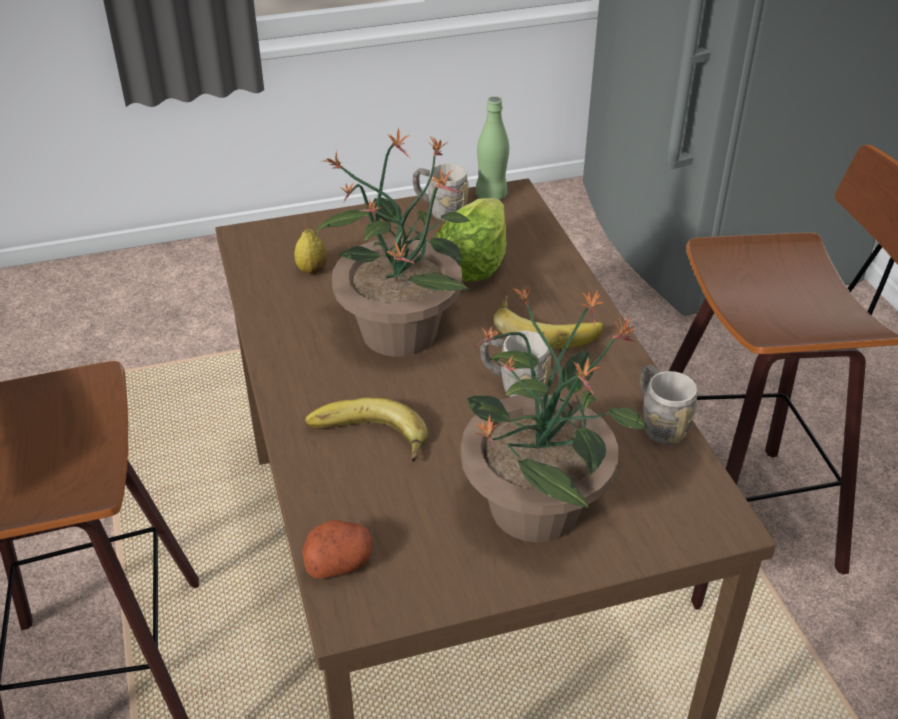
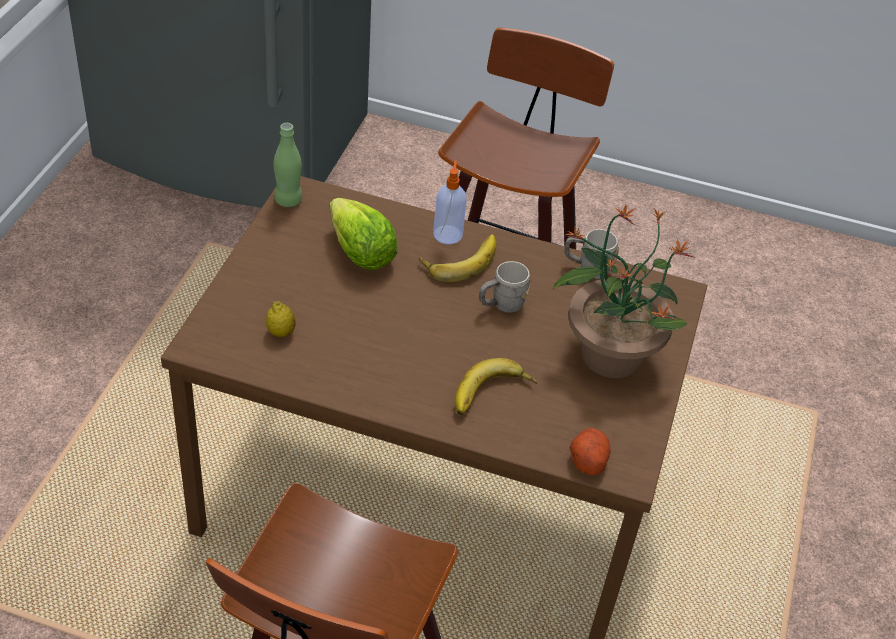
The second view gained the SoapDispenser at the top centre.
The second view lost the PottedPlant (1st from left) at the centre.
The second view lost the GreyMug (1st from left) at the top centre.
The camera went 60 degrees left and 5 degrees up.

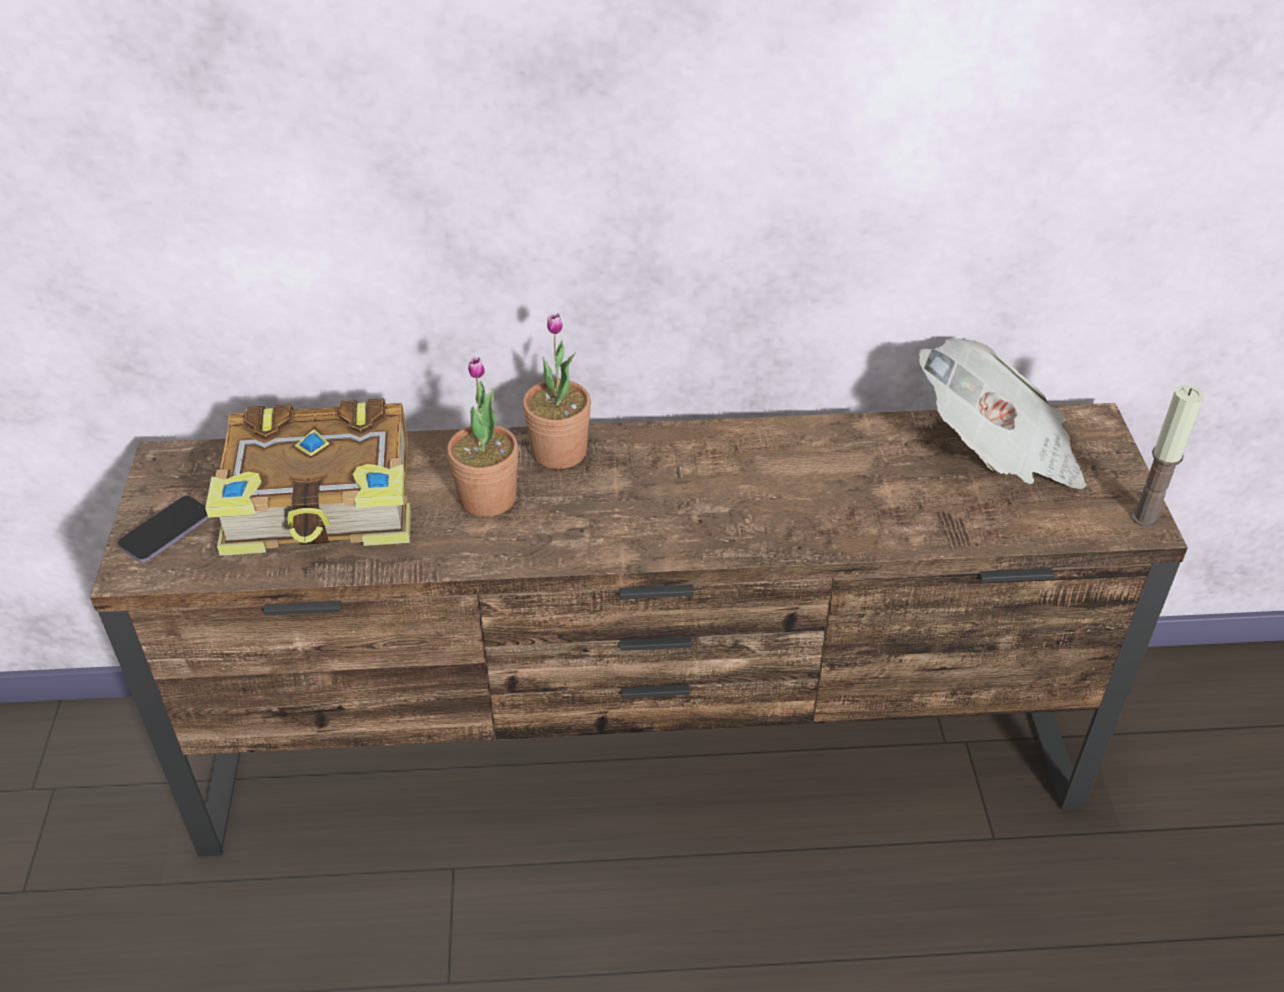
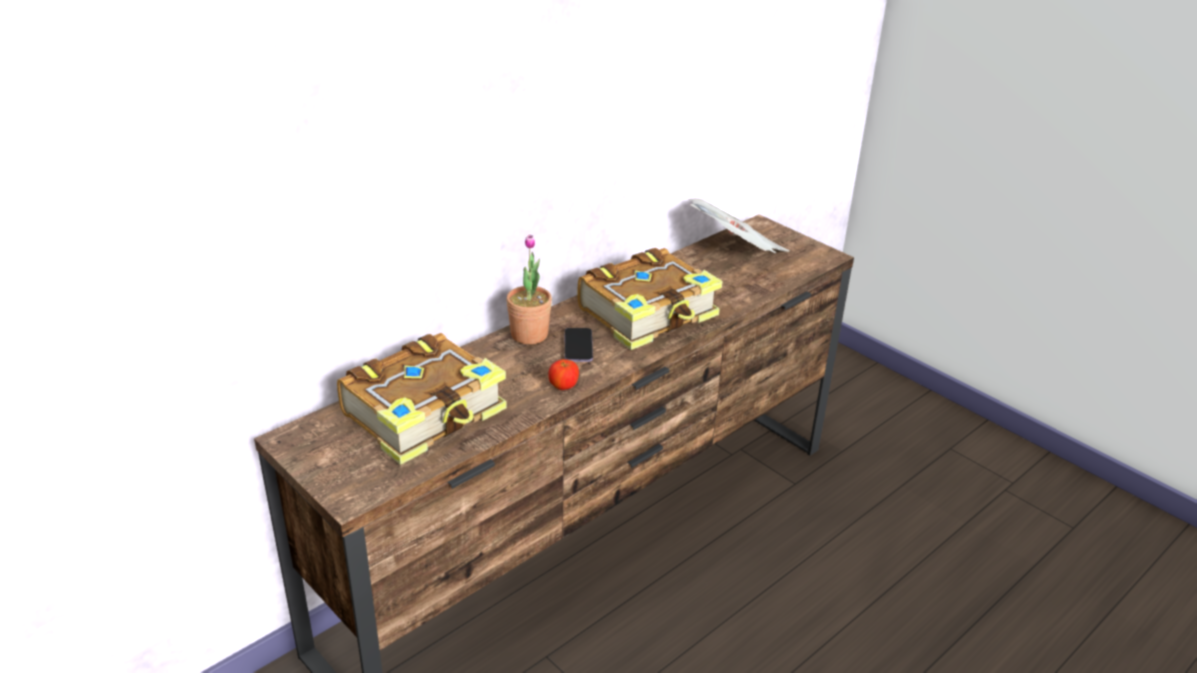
The second view gained the Apple at the centre.
The Phone ended up elsewhere, having gone from the middle left to the centre.
The second view gained the Book (2nd from left) at the centre.
The second view lost the PottedPlant (1st from left) at the centre.
The second view lost the Candle at the middle right.
The camera went 40 degrees left and 10 degrees down.

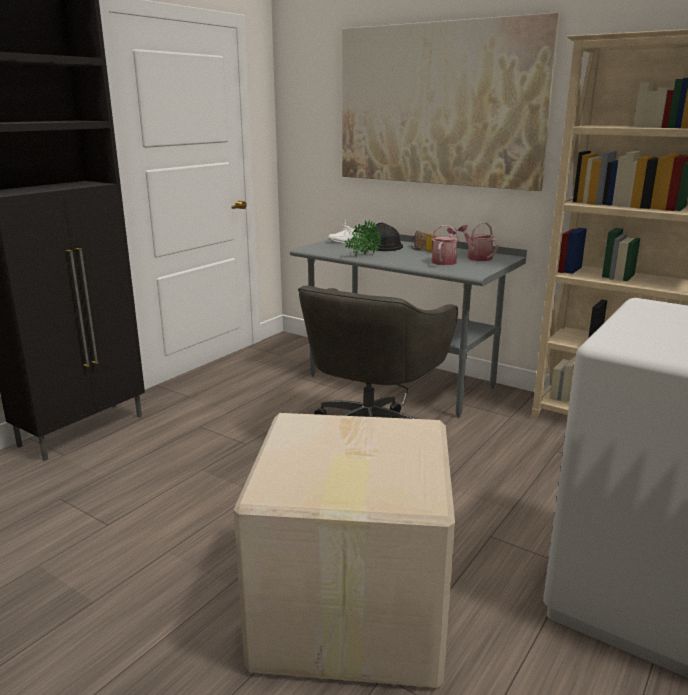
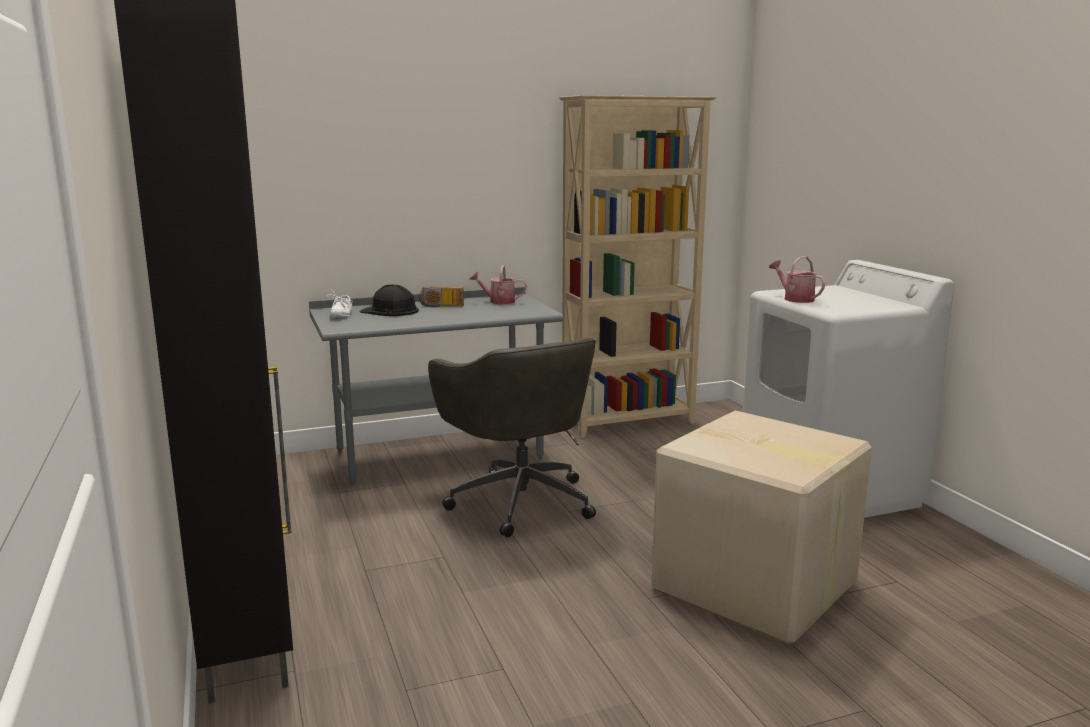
The WateringCan (1st from left in the first image) ended up elsewhere, having gone from the centre to the middle right.
The second view lost the Picture at the top centre.
The second view lost the PottedPlant at the centre.
The camera went 55 degrees left and 5 degrees down.

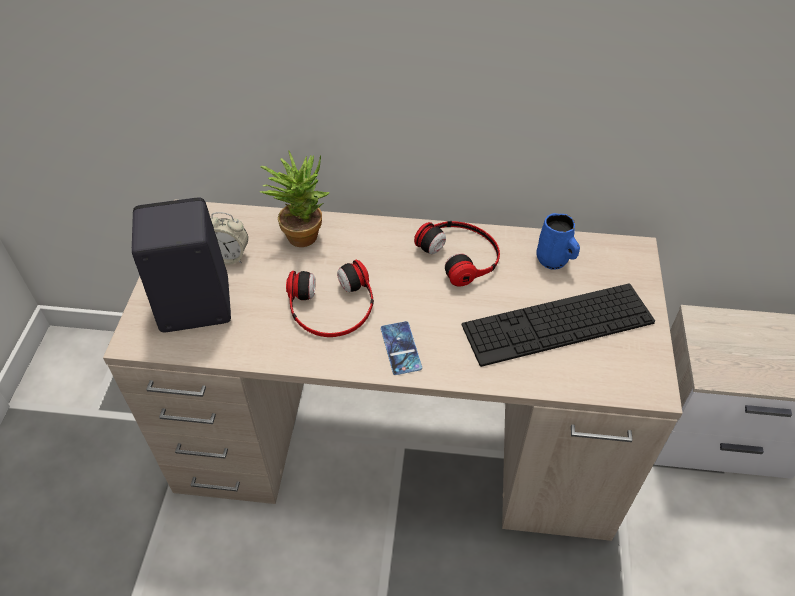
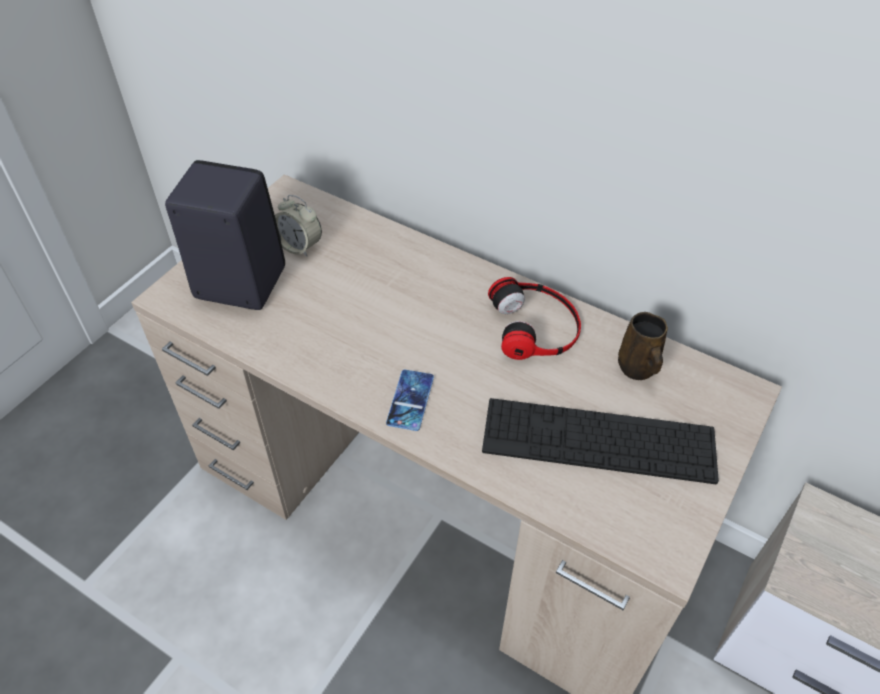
What was the BlueMug at the middle right turned into the BrownMug at the middle right.
The second view lost the PottedPlant at the top centre.
The second view lost the Headphones (1st from left) at the centre.
The camera went 25 degrees right and 0 degrees up.

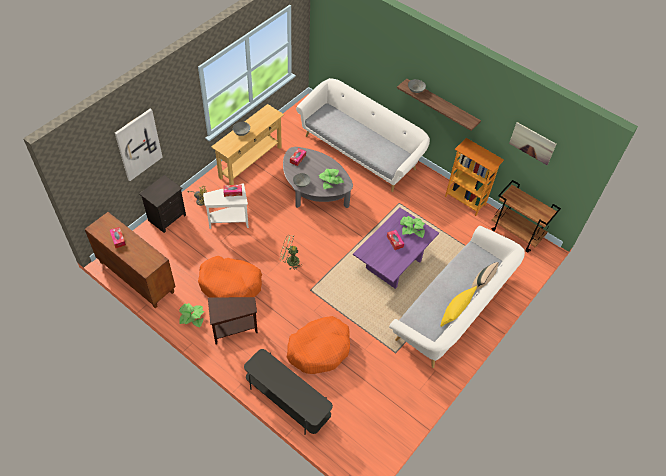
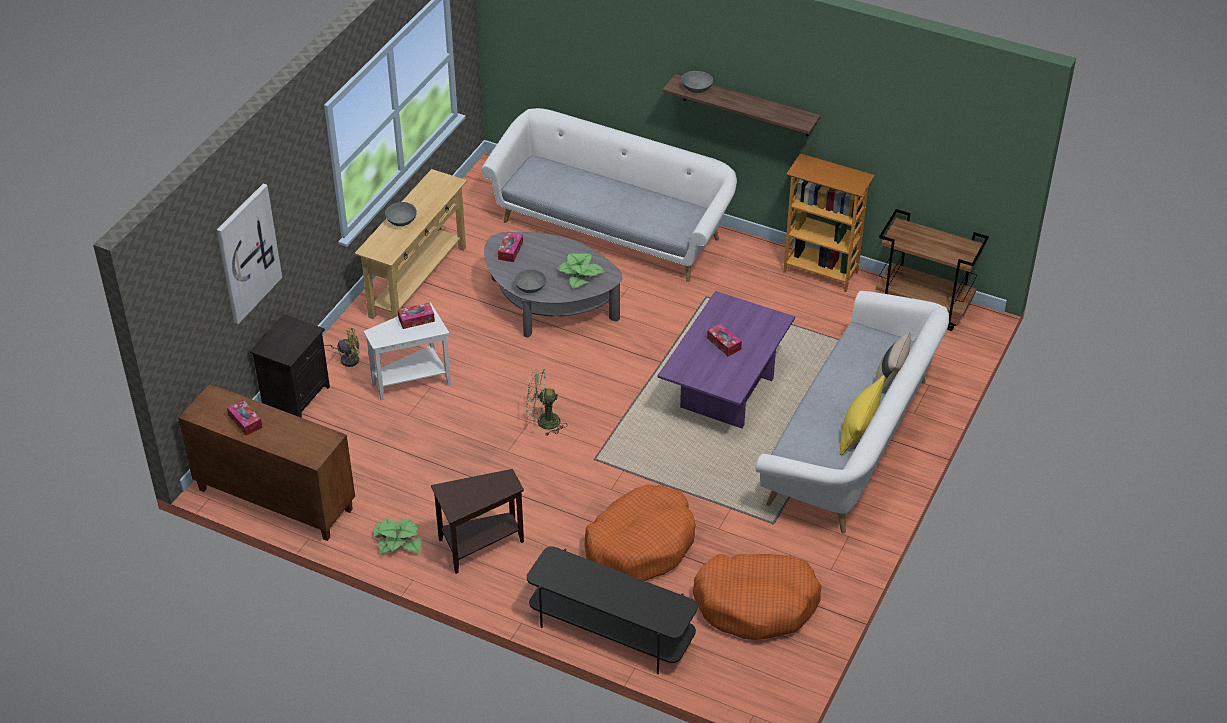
The OrangeDogBed (1st from left in the first image) ended up elsewhere, having gone from the centre to the bottom centre.
The second view lost the PottedPlant (3rd from left) at the centre.
The second view lost the Picture (2nd from left) at the top right.
The camera went 10 degrees left and 10 degrees down.

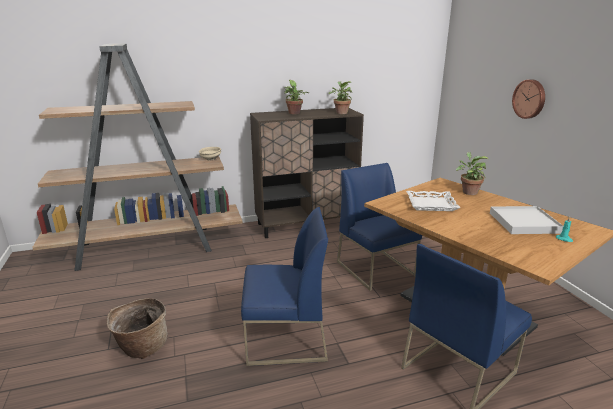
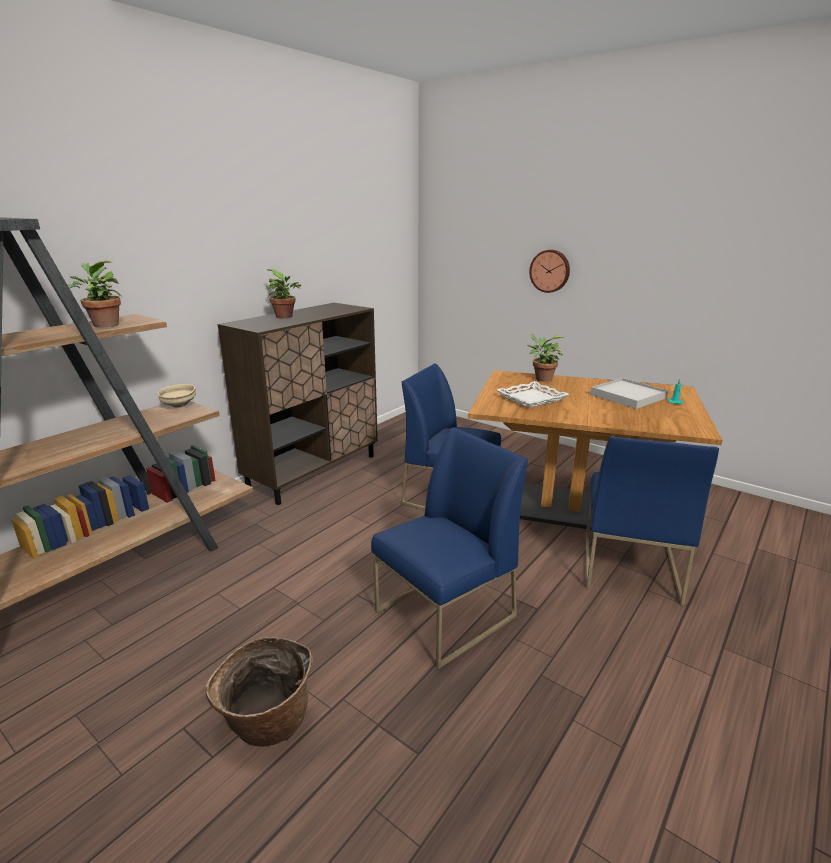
The PottedPlant (2nd from left in the first image) ended up elsewhere, having gone from the top centre to the middle left.
The camera went 35 degrees left and 0 degrees up.

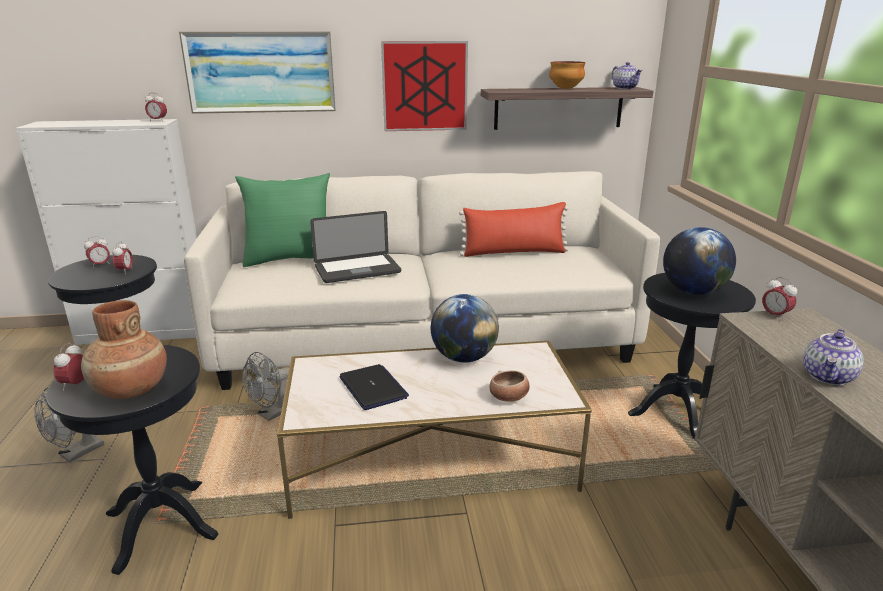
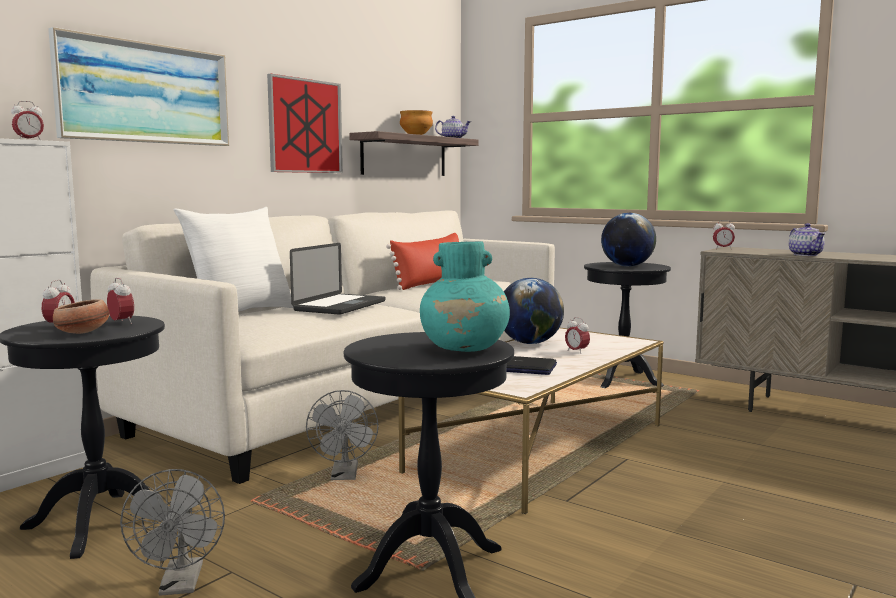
The Bowl (1st from left) ended up elsewhere, having gone from the centre to the middle left.
What was the GreenPillow at the middle left turned into the WhitePillow at the middle left.
What was the BrownVase at the middle left turned into the TurquoiseVase at the centre.
The AlarmClock (1st from left in the first image) ended up elsewhere, having gone from the middle left to the centre.
The camera went 45 degrees left and 15 degrees down.

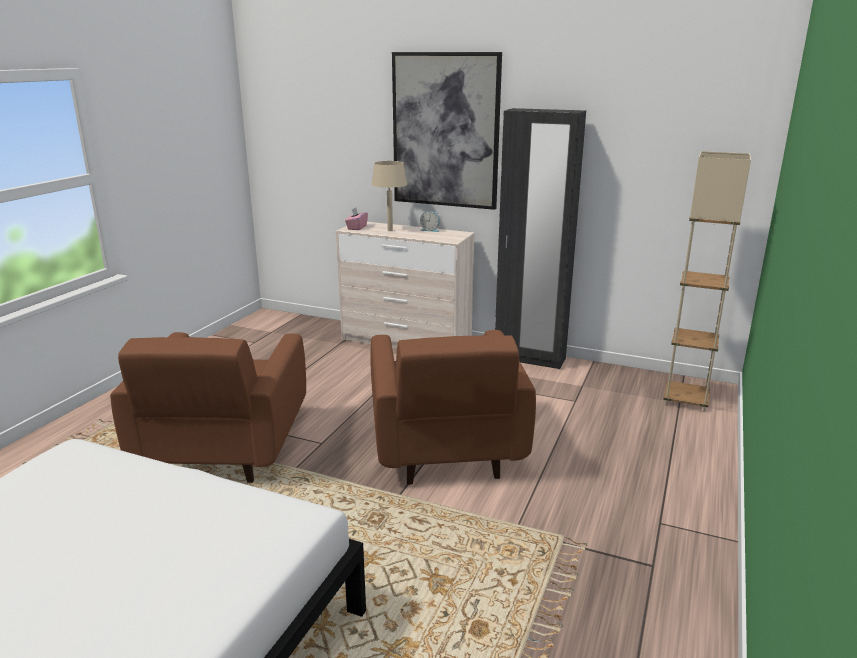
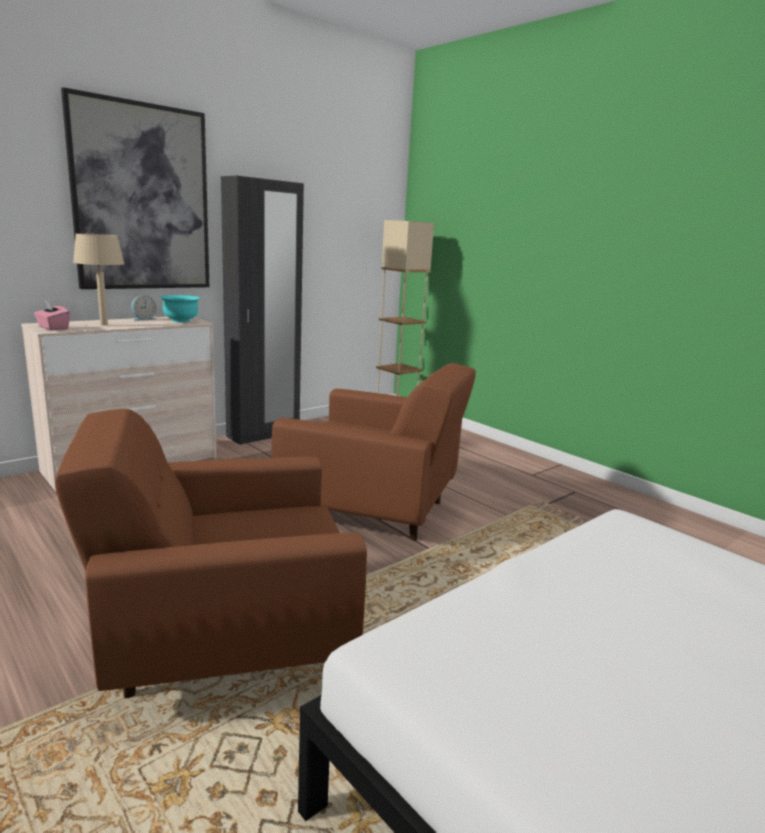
The BrownArmchair (1st from left) at the middle left ended up facing another way, 135 degrees clockwise from before.
The second view gained the TurquoiseBowl at the middle left.
The camera went 65 degrees left and 5 degrees down.

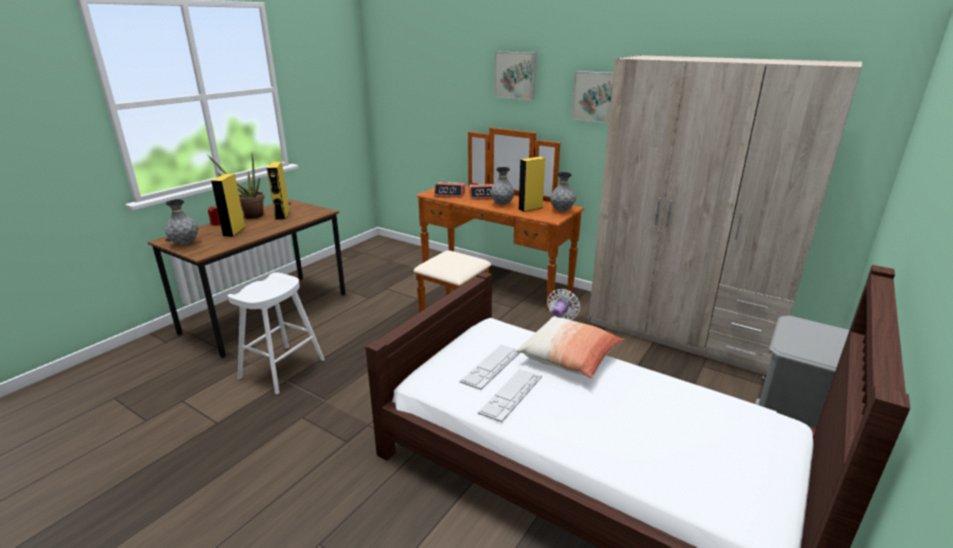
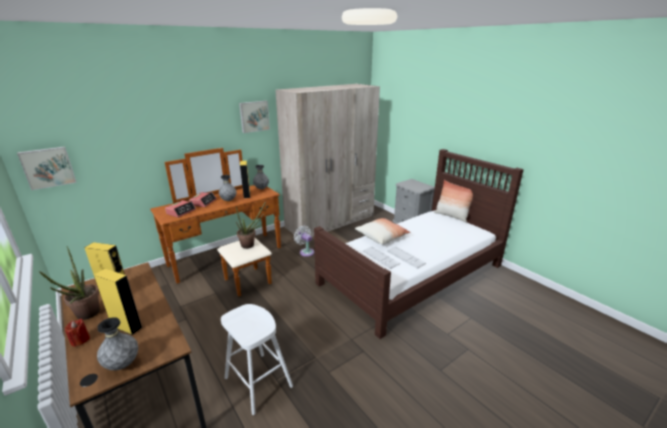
The Picture (1st from left) ended up elsewhere, having gone from the top centre to the middle left.
The second view gained the PottedPlant (2nd from left) at the centre.
The second view gained the Pillow (2nd from left) at the middle right.
The camera went 70 degrees left and 0 degrees up.

